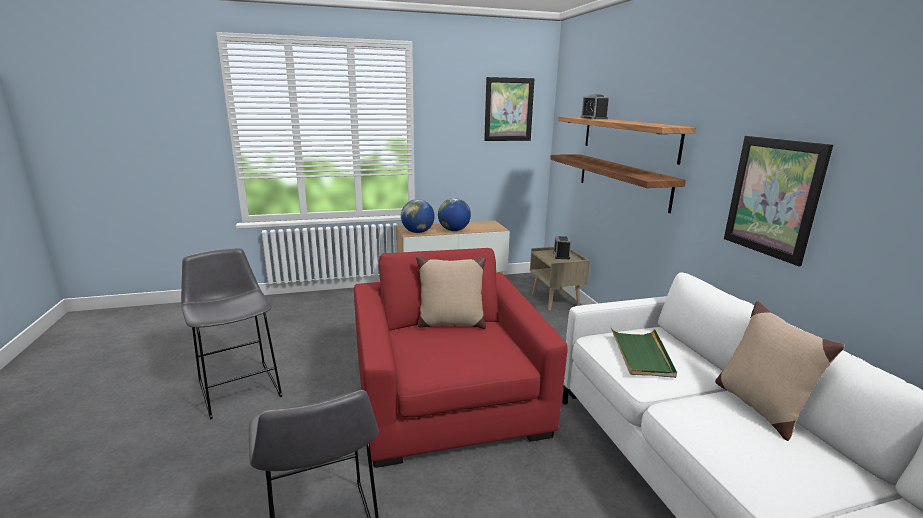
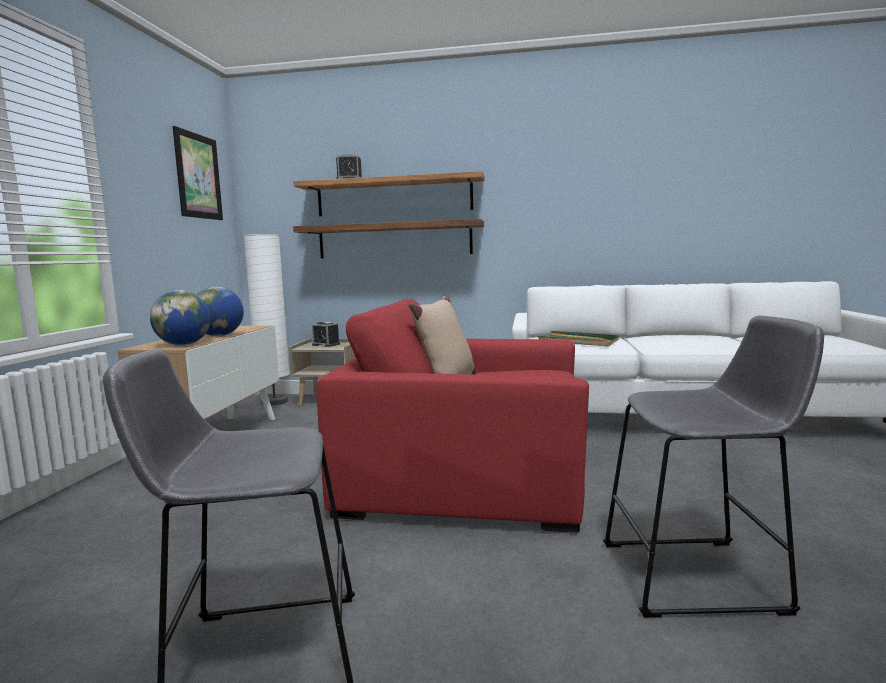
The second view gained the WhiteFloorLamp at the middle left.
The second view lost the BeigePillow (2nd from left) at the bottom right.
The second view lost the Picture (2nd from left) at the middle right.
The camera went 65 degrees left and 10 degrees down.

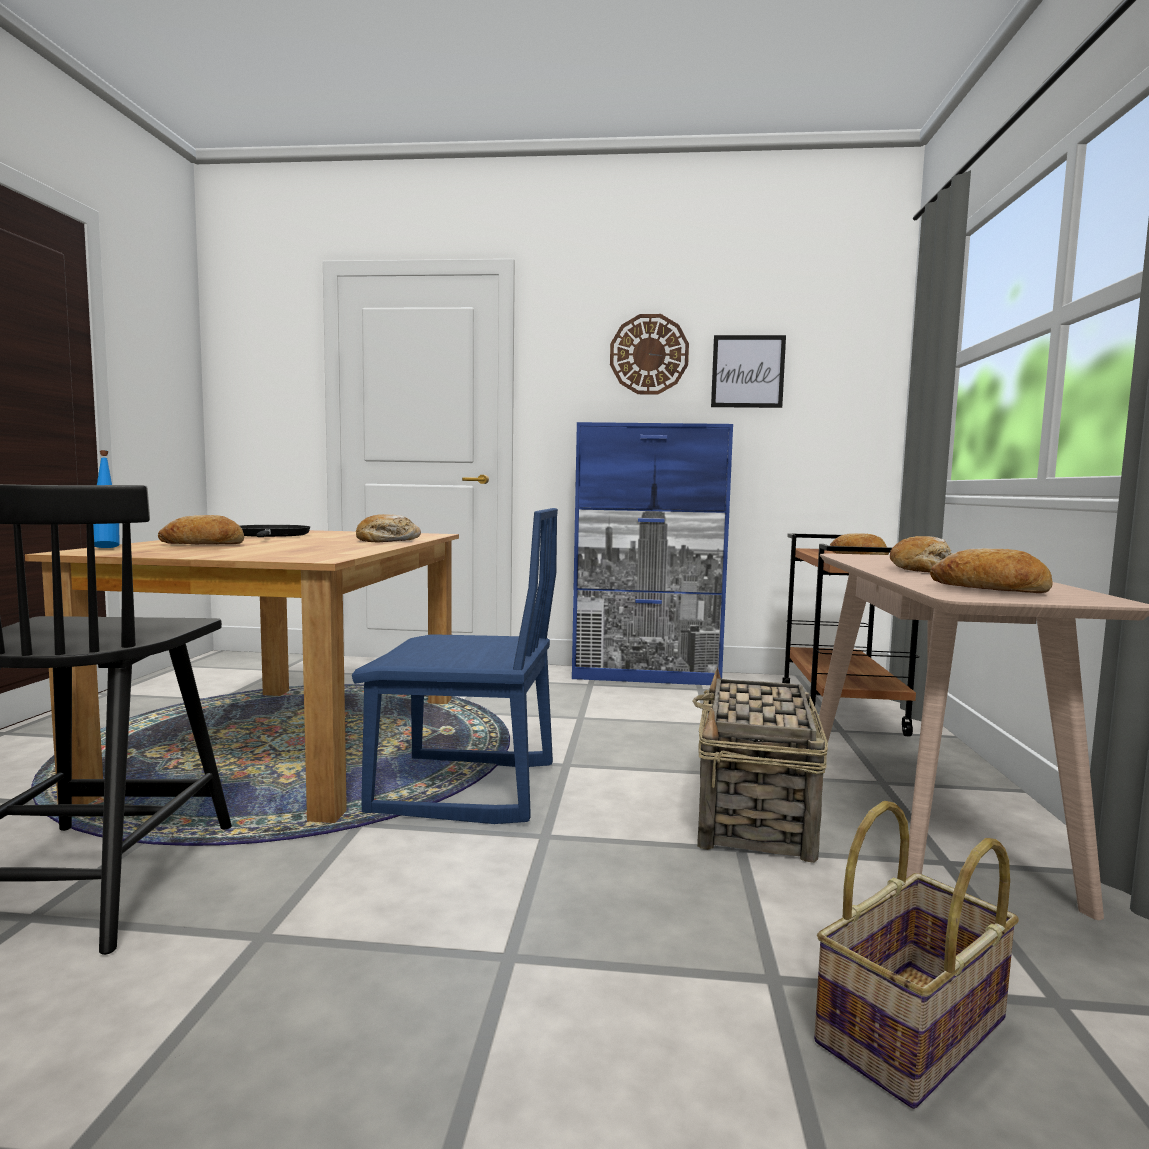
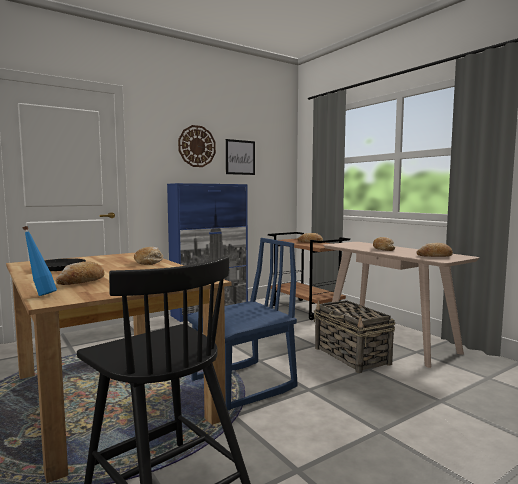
The second view lost the Basket (2nd from left) at the bottom right.
The camera went 40 degrees left and 0 degrees up.

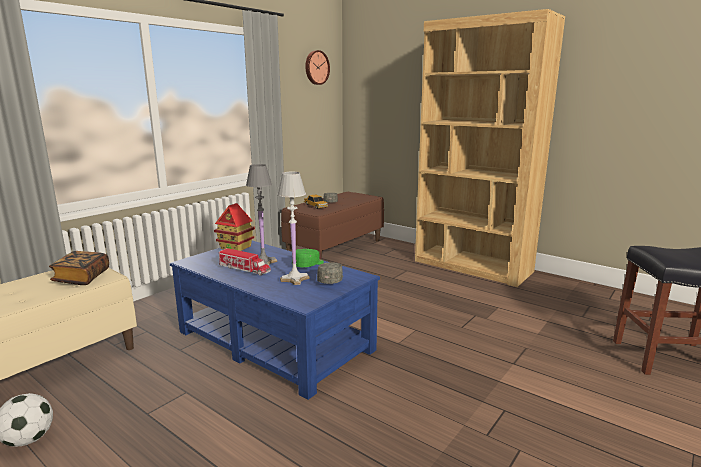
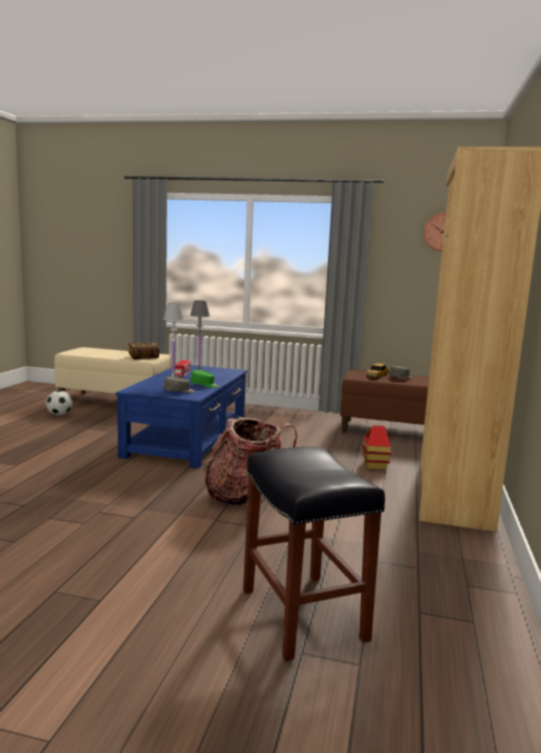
The second view gained the Backpack at the centre.
The ToyHouse ended up elsewhere, having gone from the centre to the middle right.
The camera went 65 degrees right and 5 degrees down.

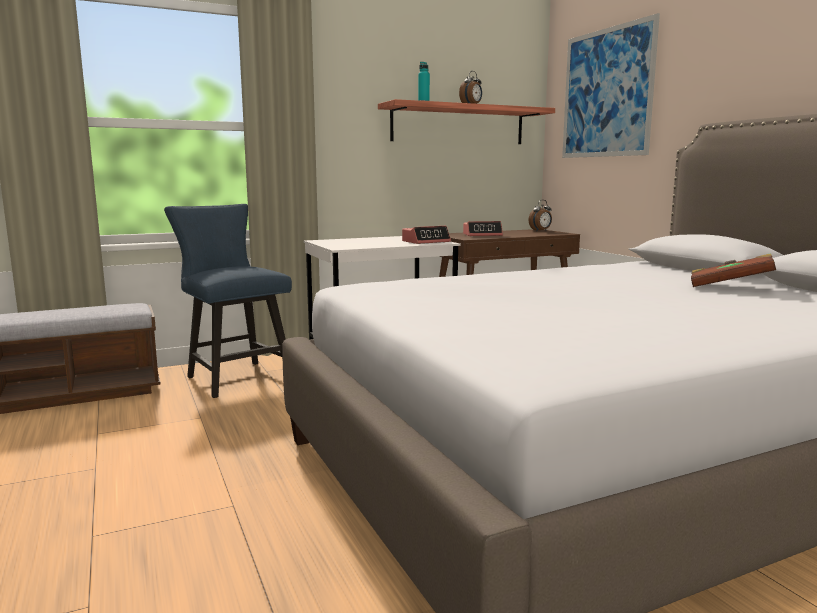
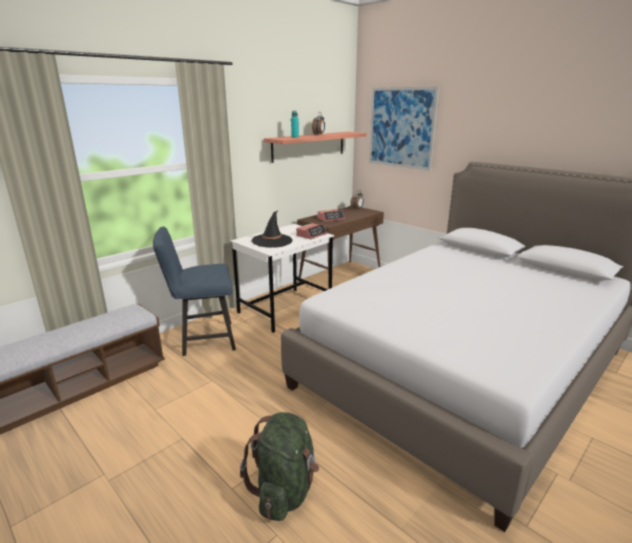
The BlueChair at the middle left ended up facing another way, 45 degrees counterclockwise from before.
The second view gained the GreenBackpack at the bottom centre.
The second view gained the BlackHat at the centre.
The second view lost the BrownBook at the middle right.
The camera went 20 degrees left and 10 degrees up.

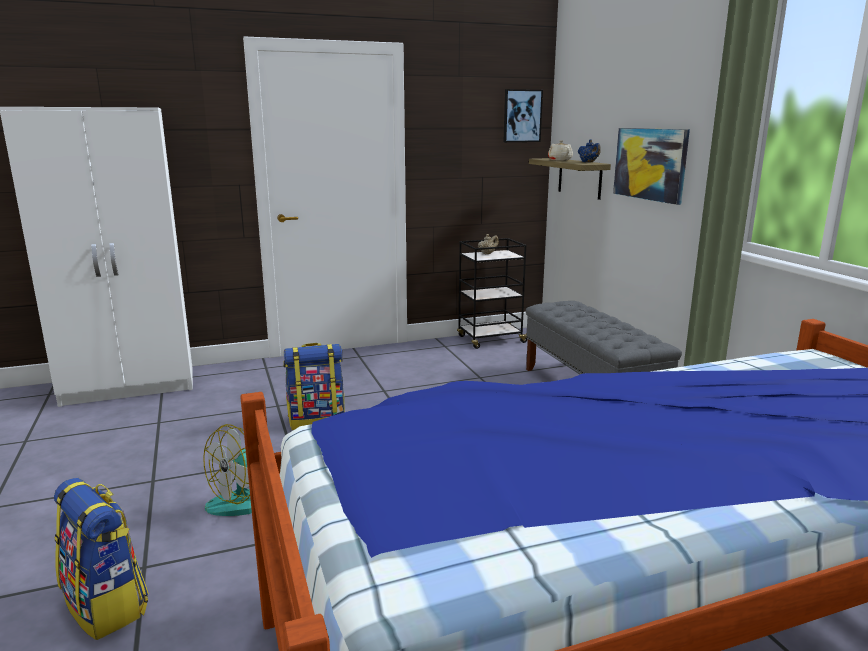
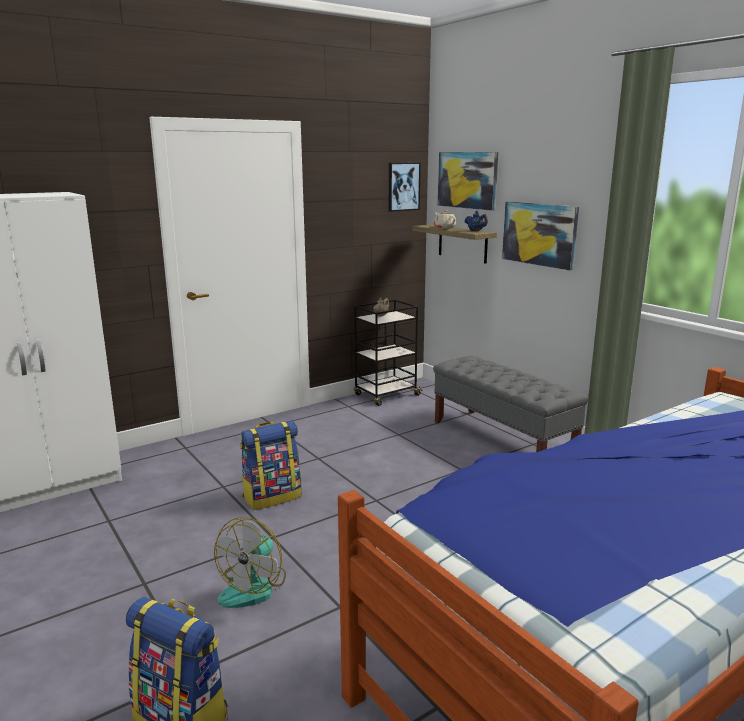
The second view gained the Picture (2nd from left) at the top centre.
The camera went 15 degrees left and 0 degrees up.

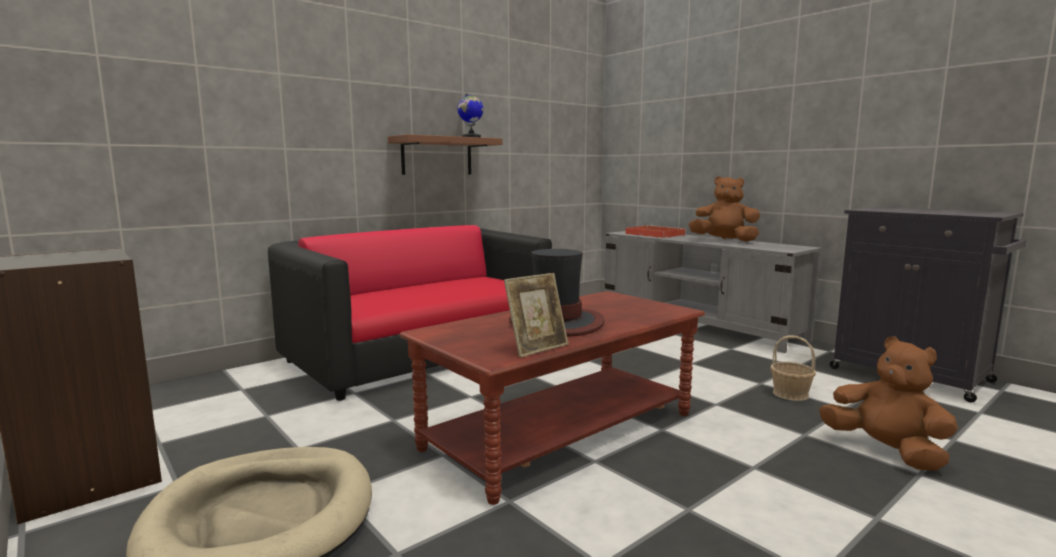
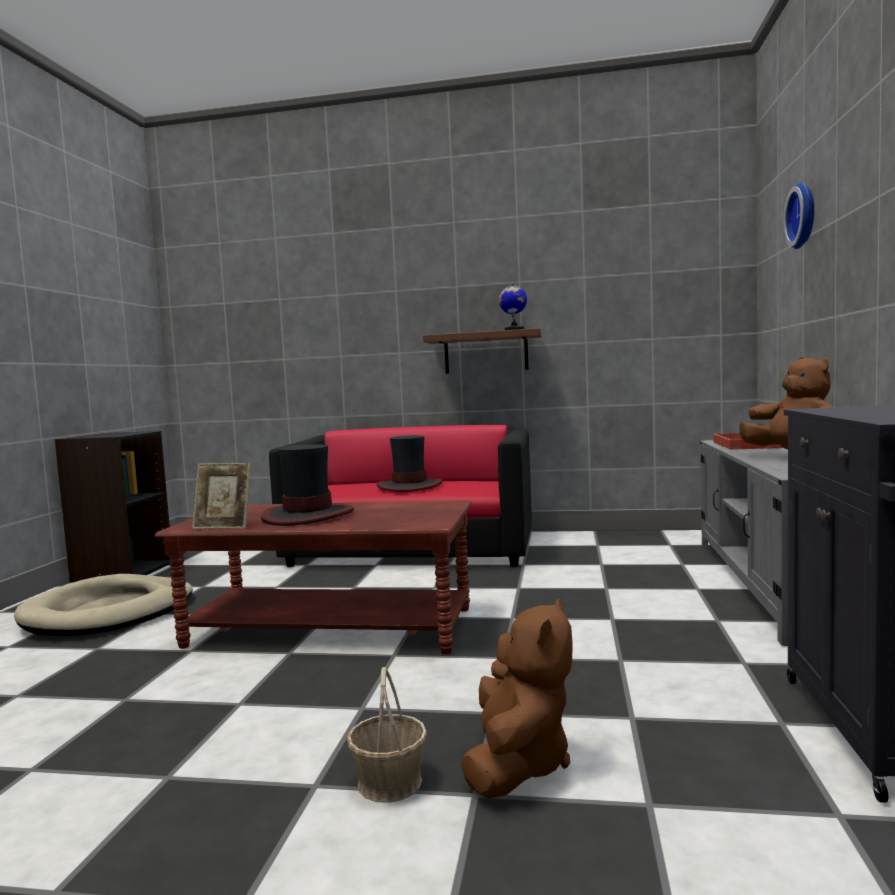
The Basket ended up elsewhere, having gone from the middle right to the bottom centre.
The second view gained the Hat (2nd from left) at the centre.
The second view gained the WallClock at the top right.
The camera went 50 degrees right and 5 degrees down.

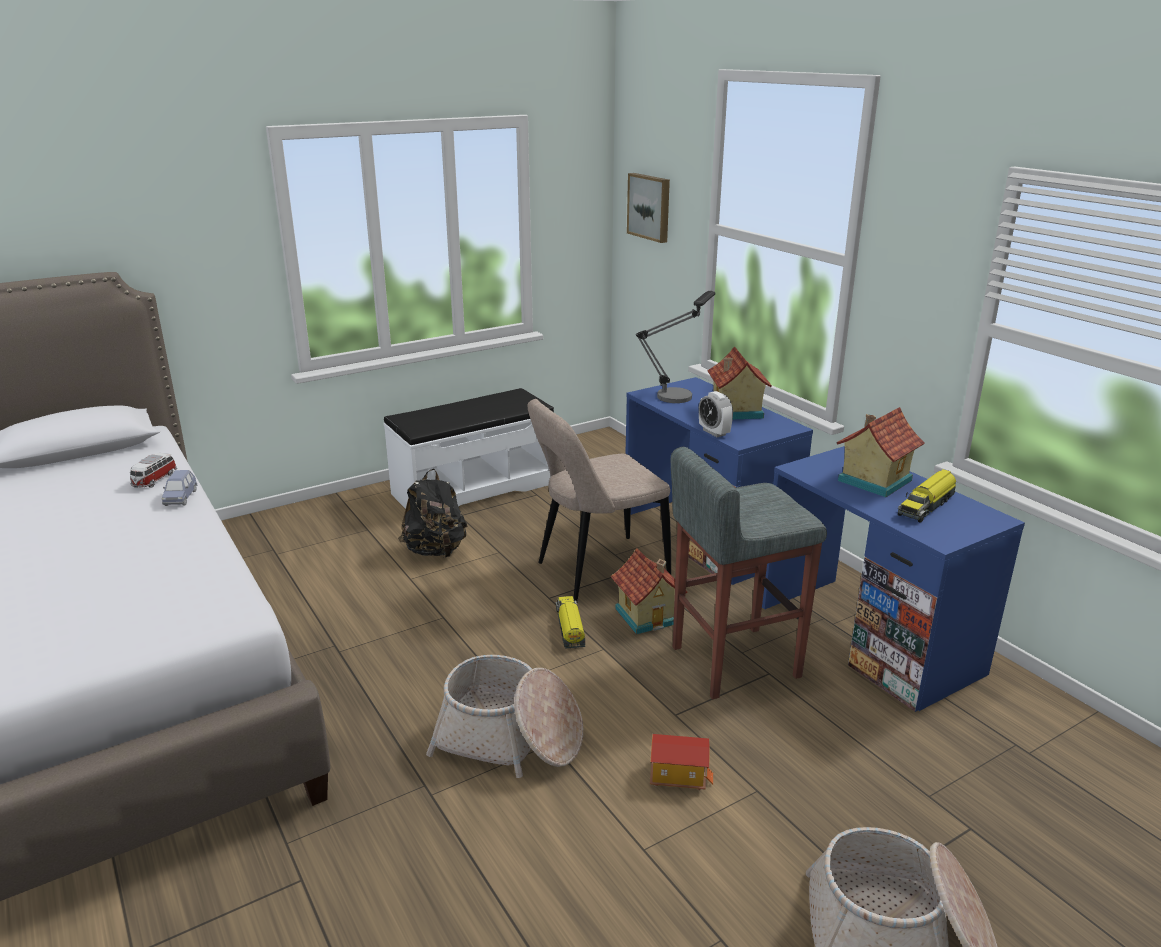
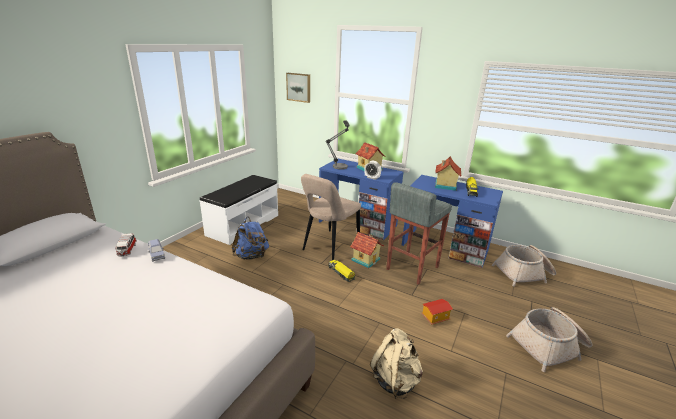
What was the BlackBackpack at the centre turned into the BlueBackpack at the centre.
The second view gained the BeigeBackpack at the bottom centre.
The Basket (1st from left) ended up elsewhere, having gone from the bottom centre to the middle right.
The camera went 30 degrees left and 0 degrees up.

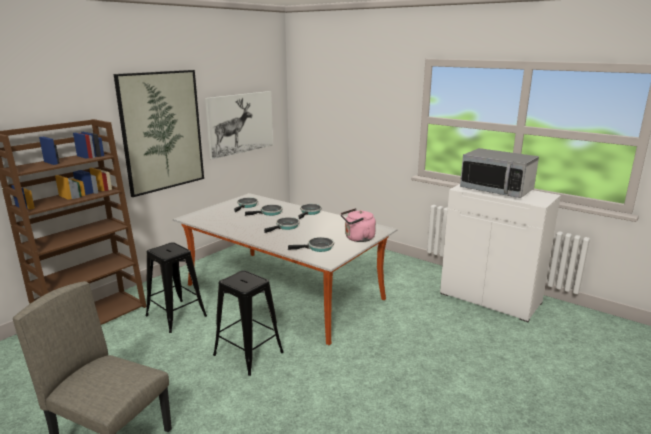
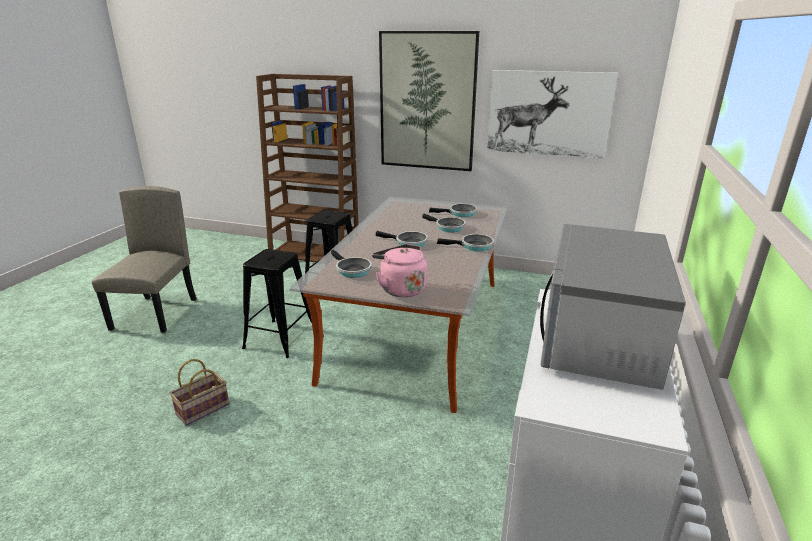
The second view gained the Basket at the bottom left.
The camera went 70 degrees right and 5 degrees up.

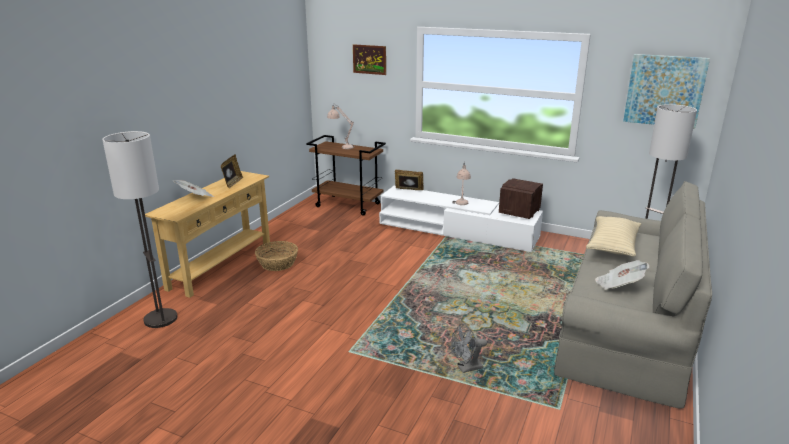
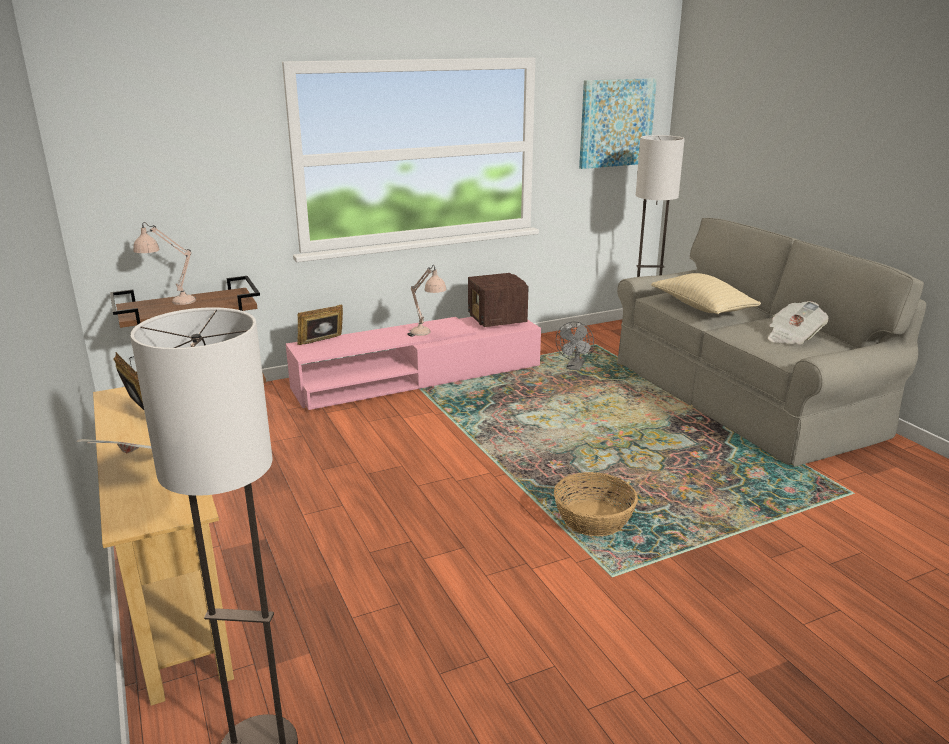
What was the WhiteTvStand at the centre turned into the PinkTvStand at the centre.
The Basket ended up elsewhere, having gone from the centre to the bottom centre.
The GreyFan ended up elsewhere, having gone from the bottom centre to the centre.
The second view lost the Picture (1st from left) at the top centre.
The camera went 50 degrees left and 0 degrees up.

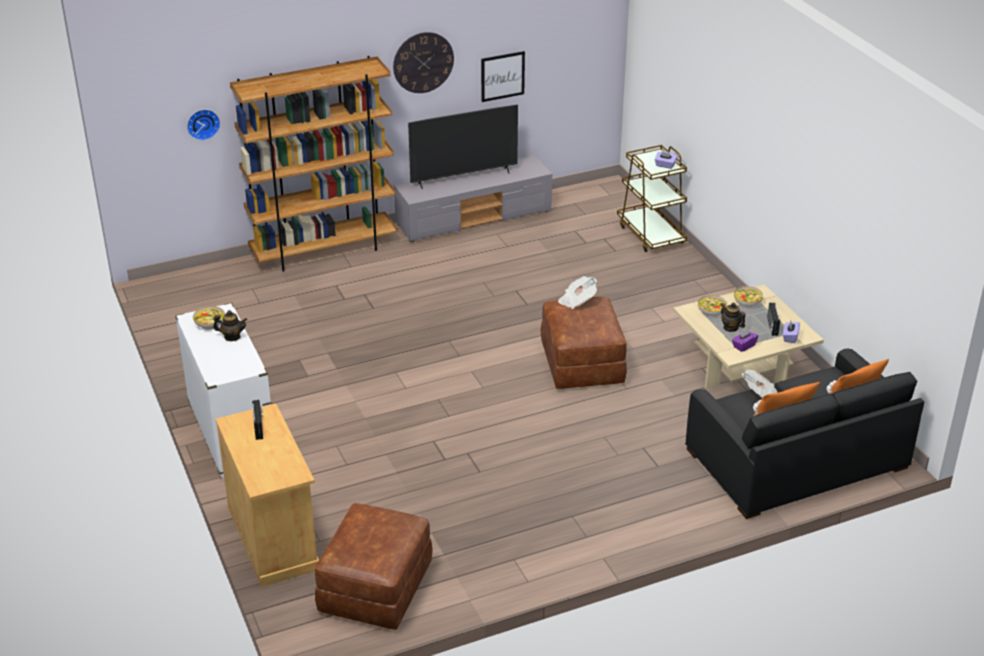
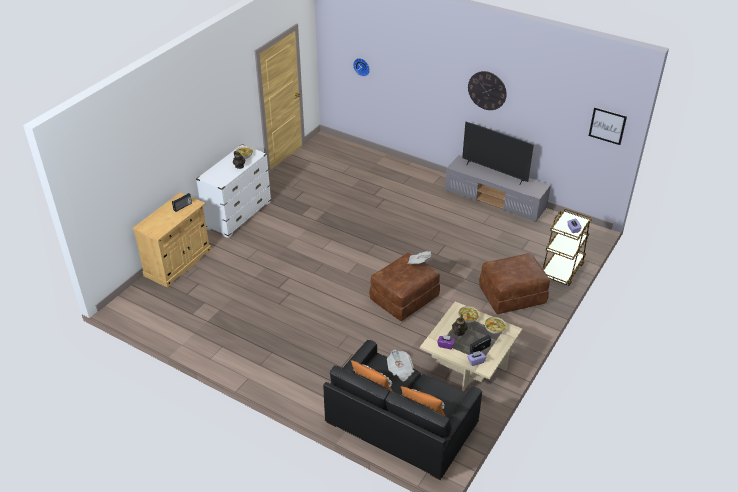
The BrownOttoman (1st from left in the first image) ended up elsewhere, having gone from the bottom centre to the middle right.
The Picture ended up elsewhere, having gone from the top centre to the top right.
The second view lost the BrownBookcase at the top left.
The camera went 55 degrees right and 5 degrees up.

